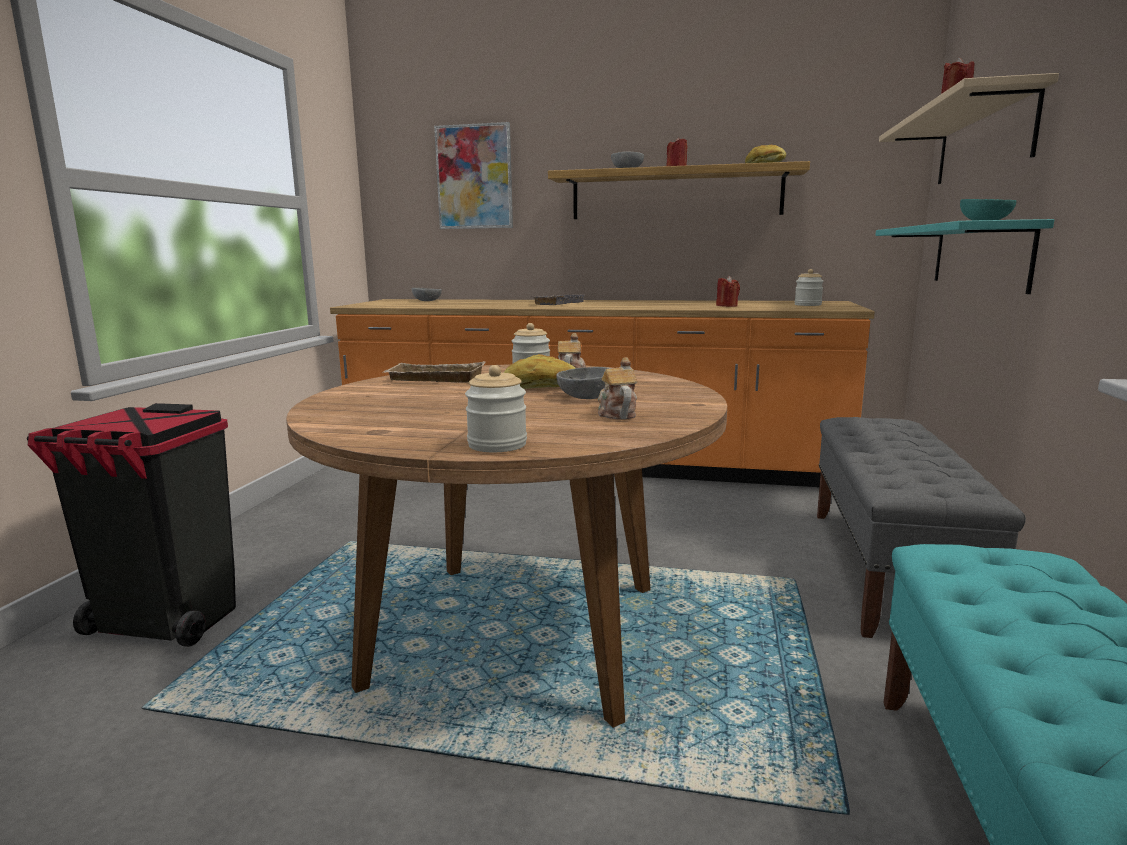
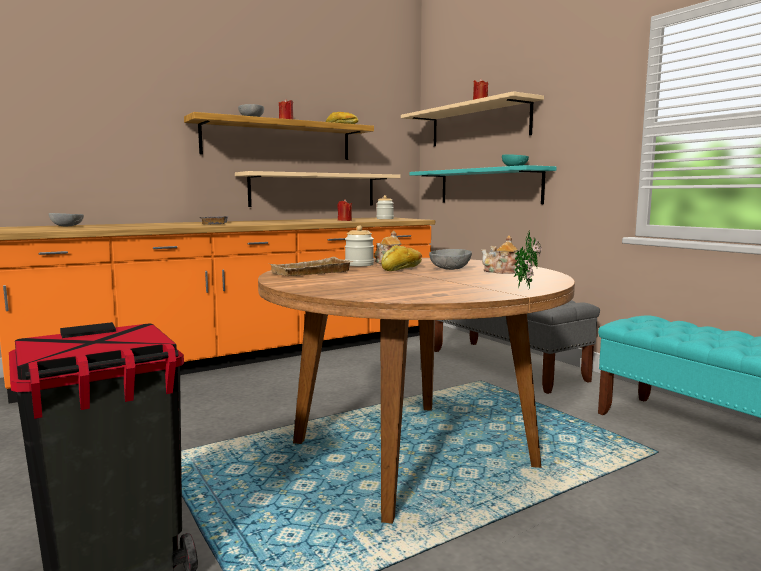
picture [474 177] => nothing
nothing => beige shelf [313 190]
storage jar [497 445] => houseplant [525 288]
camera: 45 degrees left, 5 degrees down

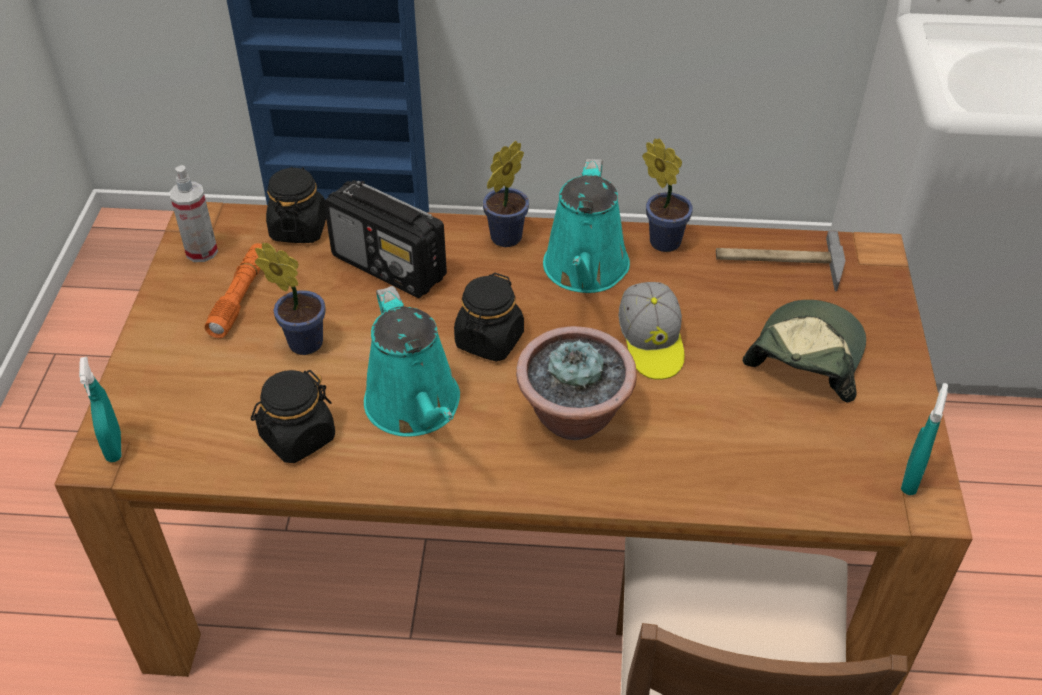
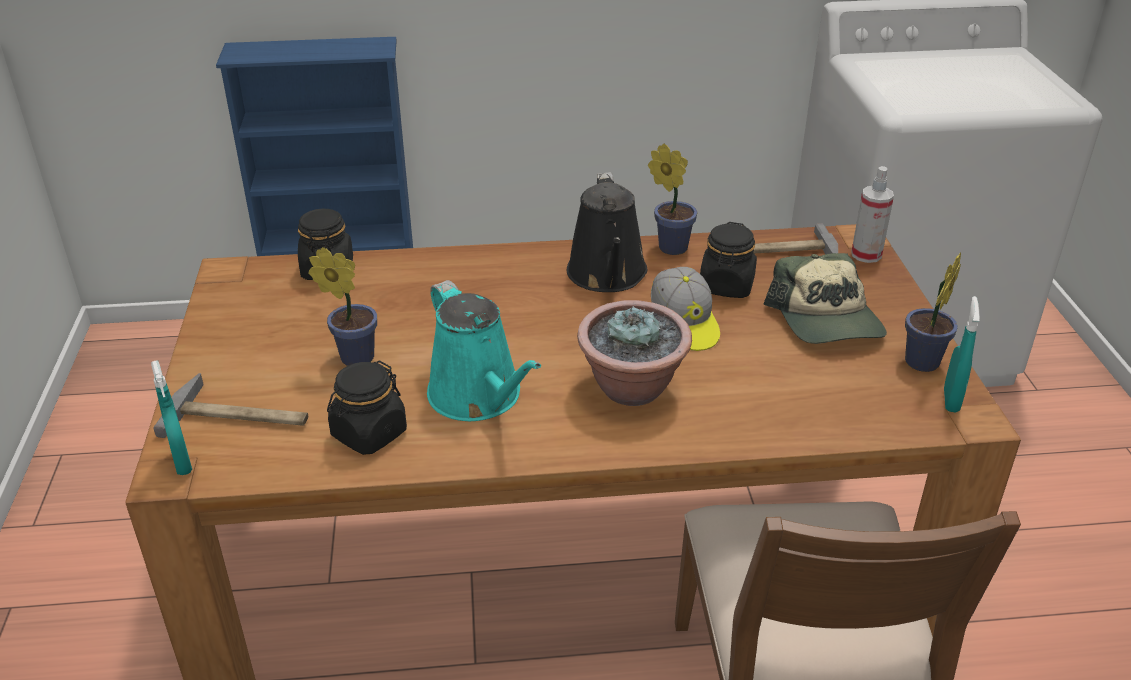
orange flashlight [240 297] => nothing
radio set [389 267] => nothing
nothing => tool hammer [239 415]
spray bottle [201 251] => spray bottle [866 255], moved
blackish storage jar [489 340] => blackish storage jar [726 286], moved
houseplant [503 239] => houseplant [920 364], moved
turquoise-coloured sprinkling can [585 271] => blackish sprinkling can [607 276]
peaked cap [806 357] => peaked cap [826 320], 150 degrees clockwise
camera: 10 degrees left, 10 degrees down

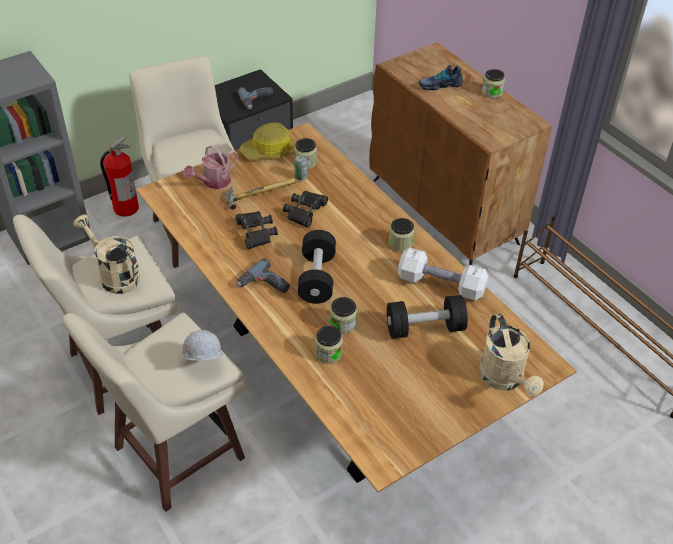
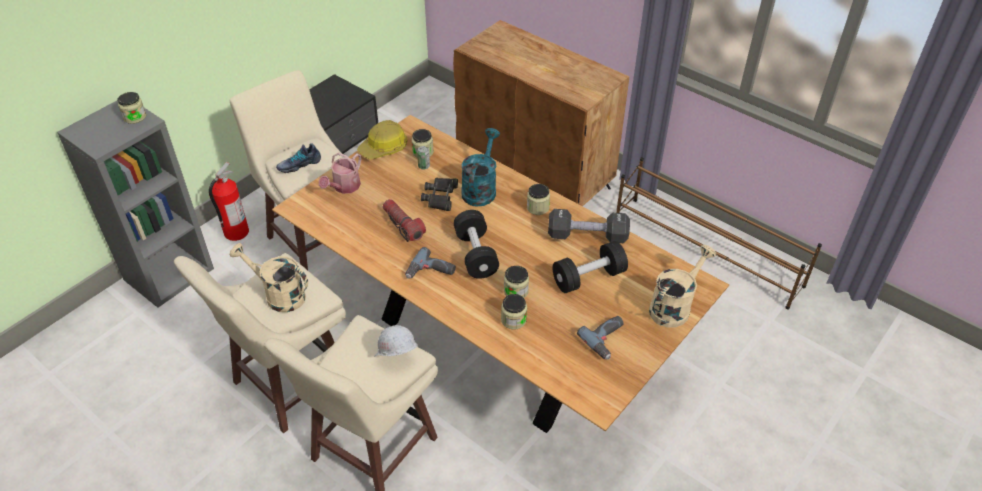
tool hammer [259 192] => nothing
nothing => turquoise-coloured sprinkling can [480 188]
drill [257 100] => drill [607 340], moved
low shoe [439 85] => low shoe [299 164], moved
storage jar [491 92] => storage jar [135 117], moved
blackish binoculars [256 232] => flashlight [403 225]
white free weight [441 285] => blackish free weight [587 236]
beige sprinkling can [505 380] => beige sprinkling can [674 306], 105 degrees counterclockwise
camera: 15 degrees left, 0 degrees up

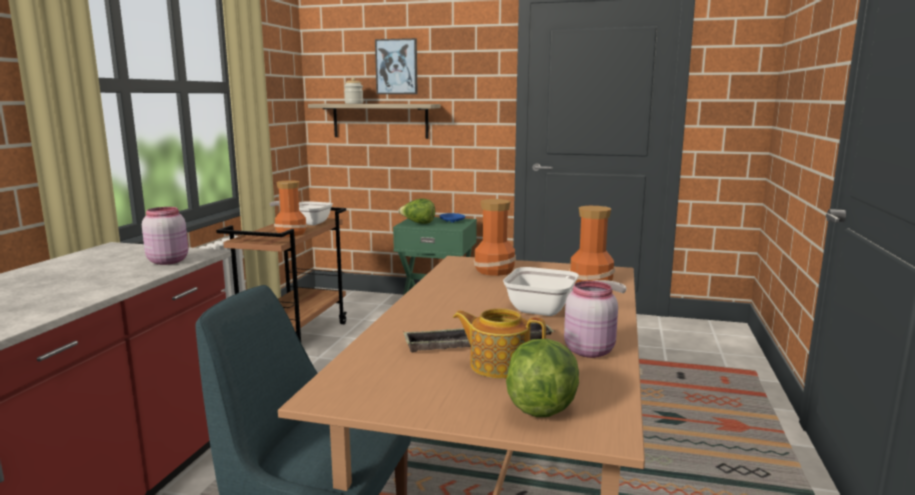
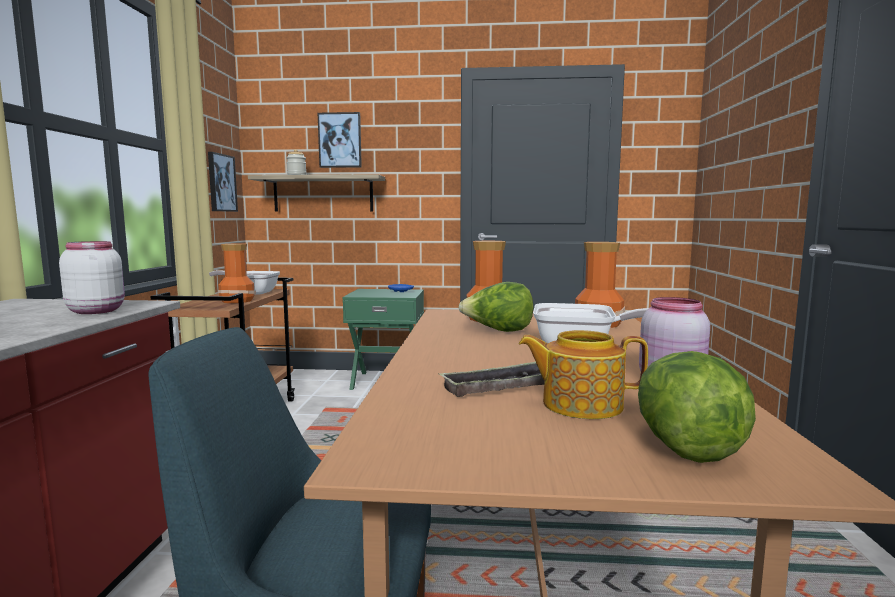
nothing => picture [221 183]
lettuce head [418 223] => lettuce head [498 331], moved
pink storage jar [168 261] => white storage jar [96 311]
camera: 10 degrees left, 5 degrees down

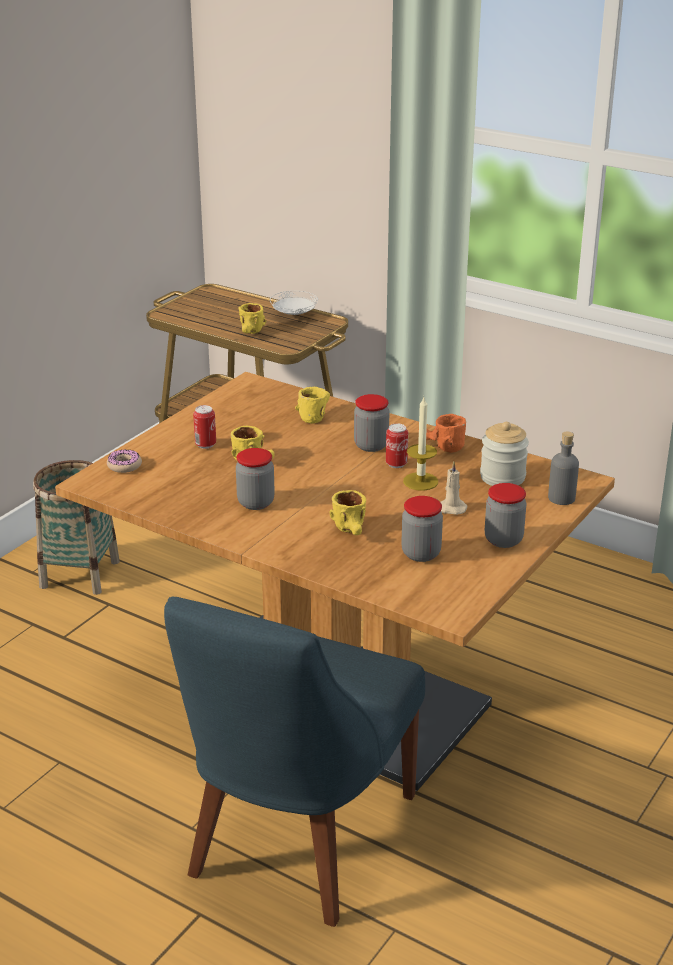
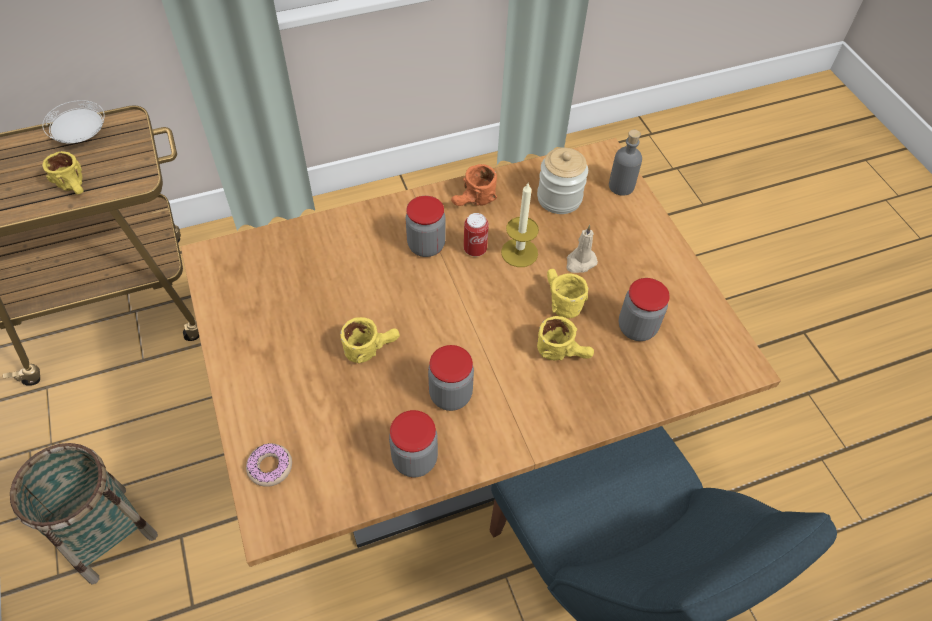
metal can [205 445] => nothing
yellowish coffee mug [315 415] => yellowish coffee mug [559 301], moved
storage jar [503 540] => storage jar [415 459], moved
camera: 55 degrees left, 25 degrees up

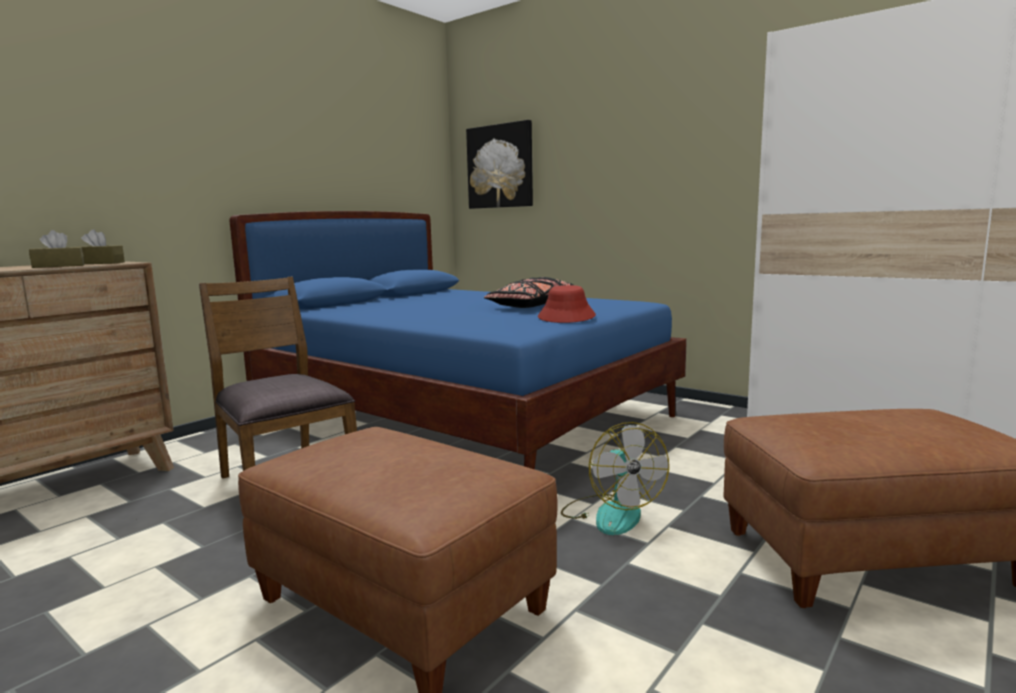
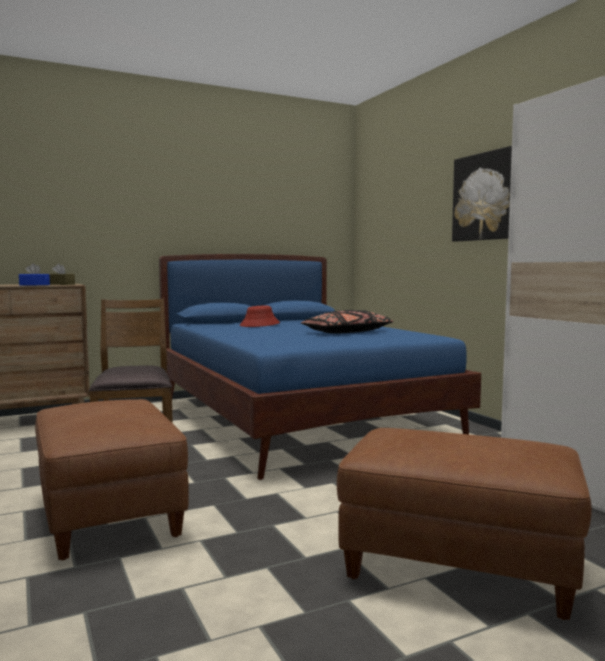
fan [611 513] => nothing
picture [500 166] => picture [486 196], moved
reddish hat [567 317] => reddish hat [260 325], moved
brown tissue box [59 266] => bluish tissue box [34 285]
camera: 25 degrees right, 5 degrees down

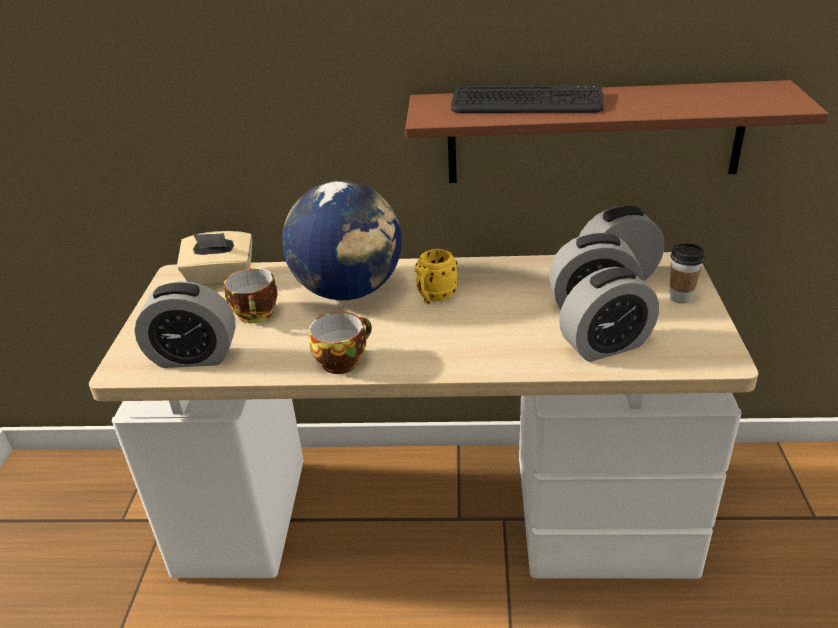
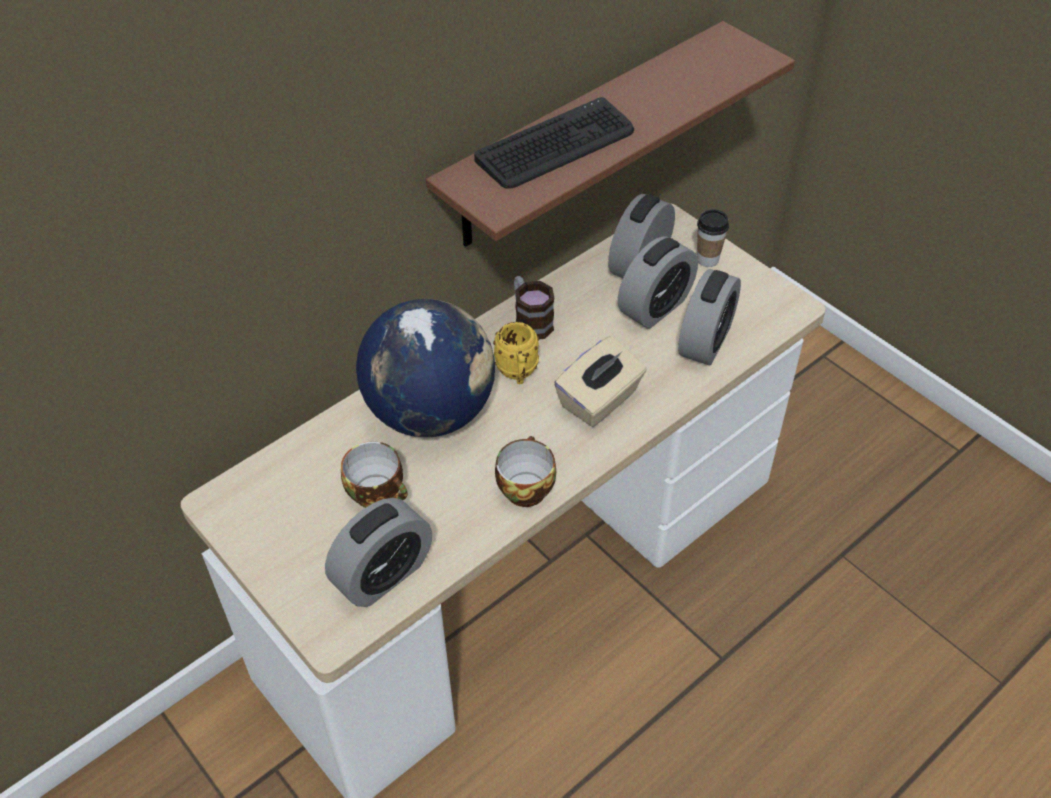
nothing => coffee mug [530 320]
beige tissue box [221 278] => beige tissue box [600 400], moved
camera: 45 degrees left, 15 degrees up

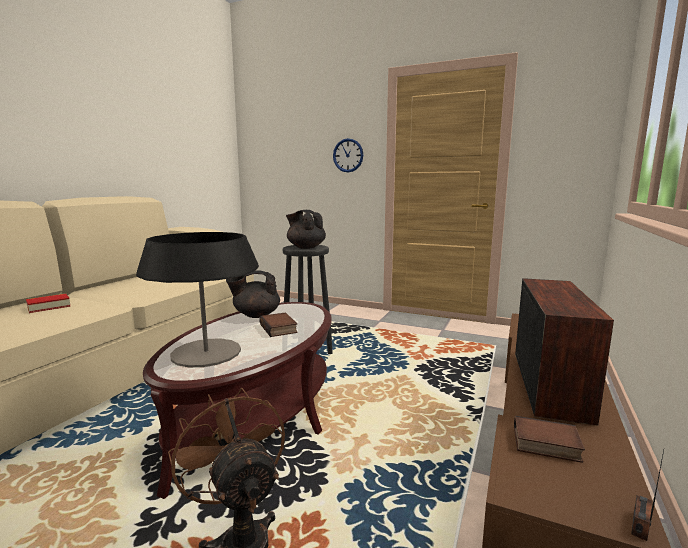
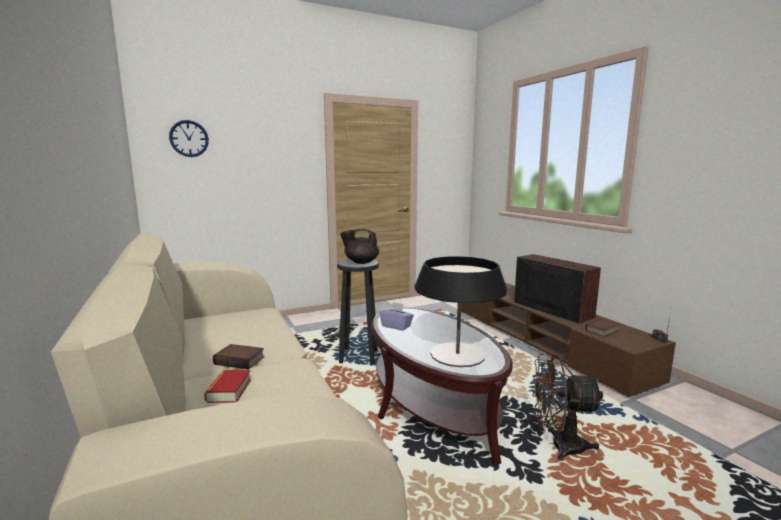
bound book [279 328] => bound book [240 360], moved
clock on the wall [348 155] => clock on the wall [189 138], moved
blackish tea pot [256 315] => purple tissue box [396 326]
camera: 50 degrees left, 0 degrees up

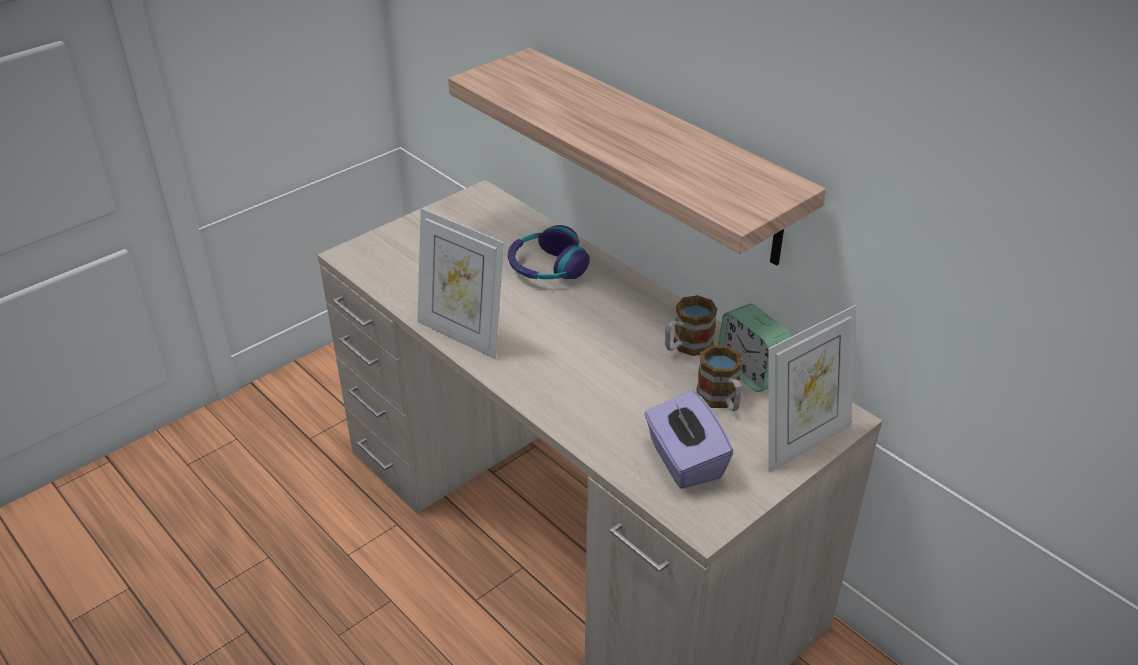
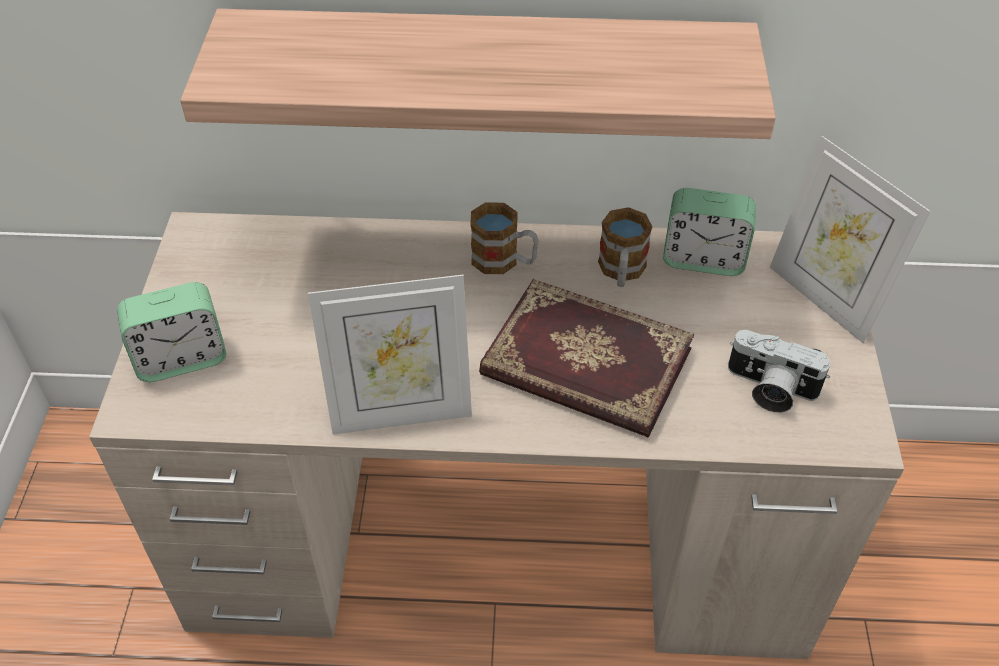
headset [546 267] => nothing
nothing => bedside clock [181 359]
nothing => bound book [585 365]
coffee mug [721 400] => coffee mug [504 261], moved
purple tissue box [684 460] => still camera [769 389]
standing frame [802 441] => standing frame [824 298], 135 degrees clockwise
camera: 45 degrees left, 10 degrees up

